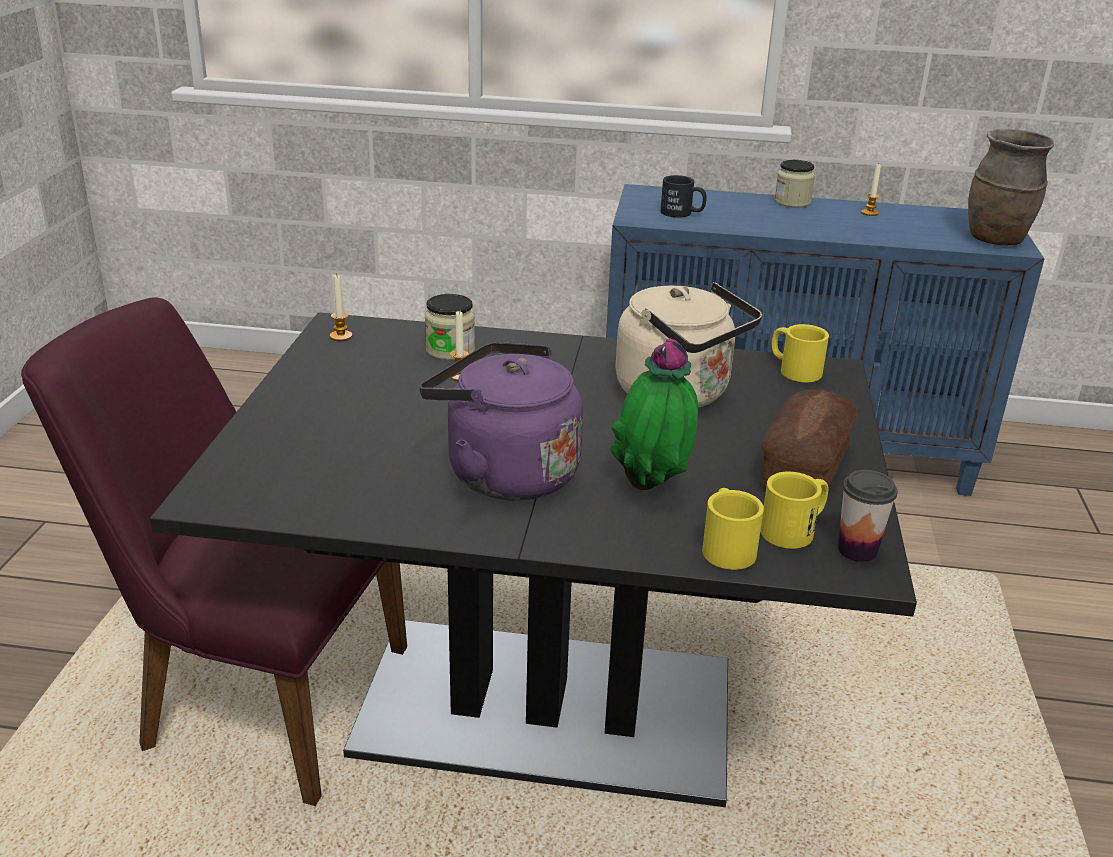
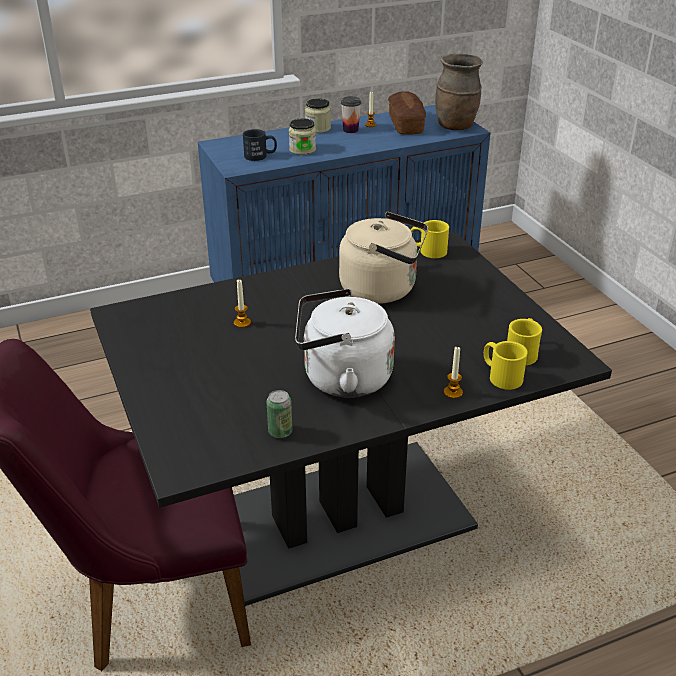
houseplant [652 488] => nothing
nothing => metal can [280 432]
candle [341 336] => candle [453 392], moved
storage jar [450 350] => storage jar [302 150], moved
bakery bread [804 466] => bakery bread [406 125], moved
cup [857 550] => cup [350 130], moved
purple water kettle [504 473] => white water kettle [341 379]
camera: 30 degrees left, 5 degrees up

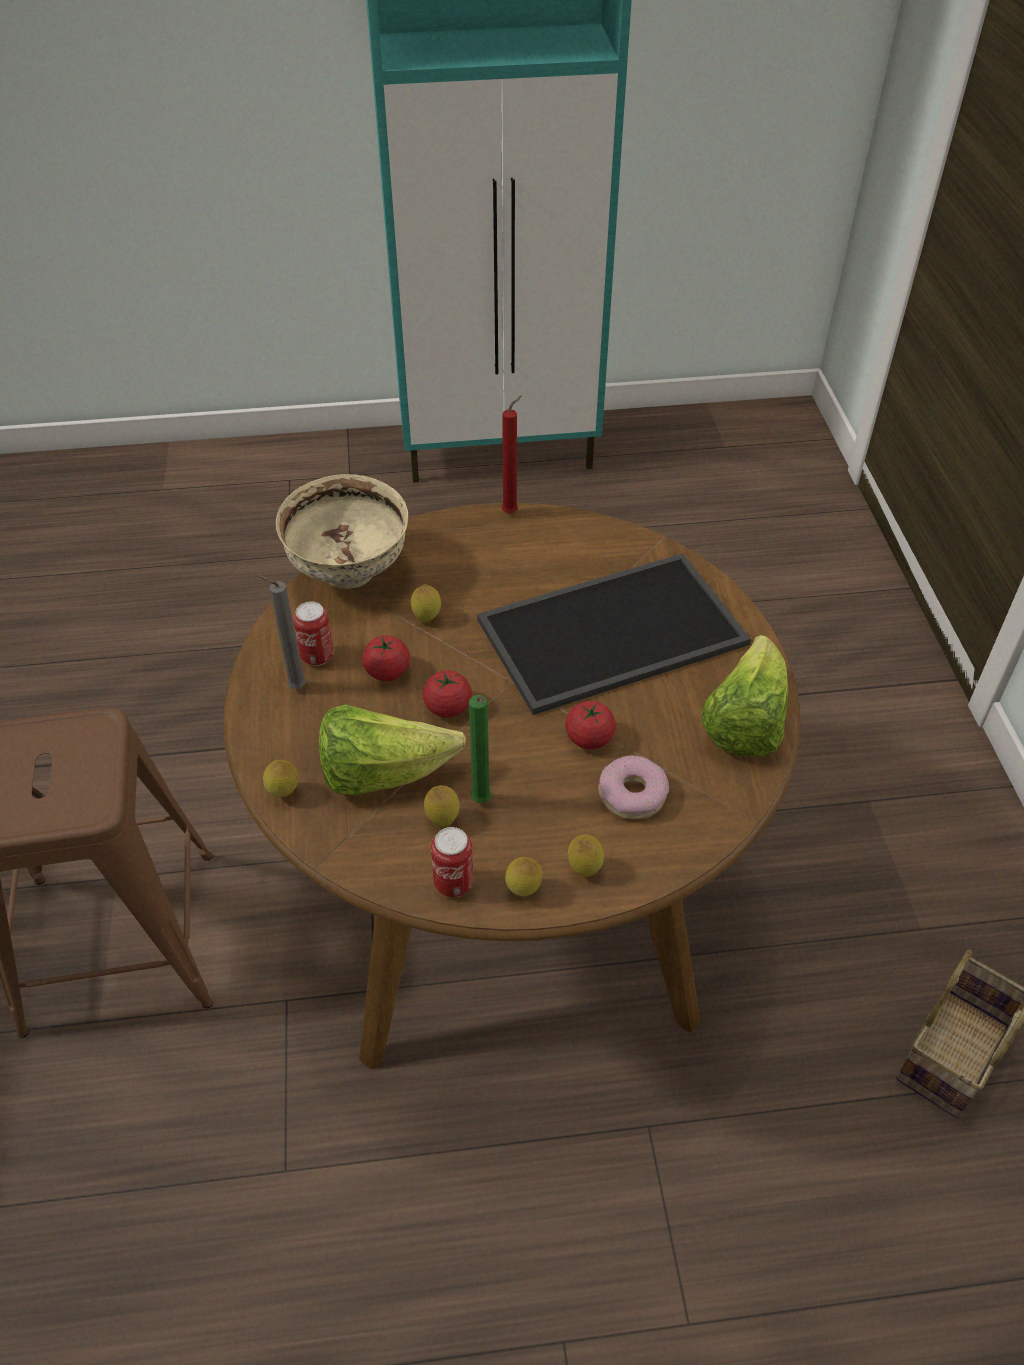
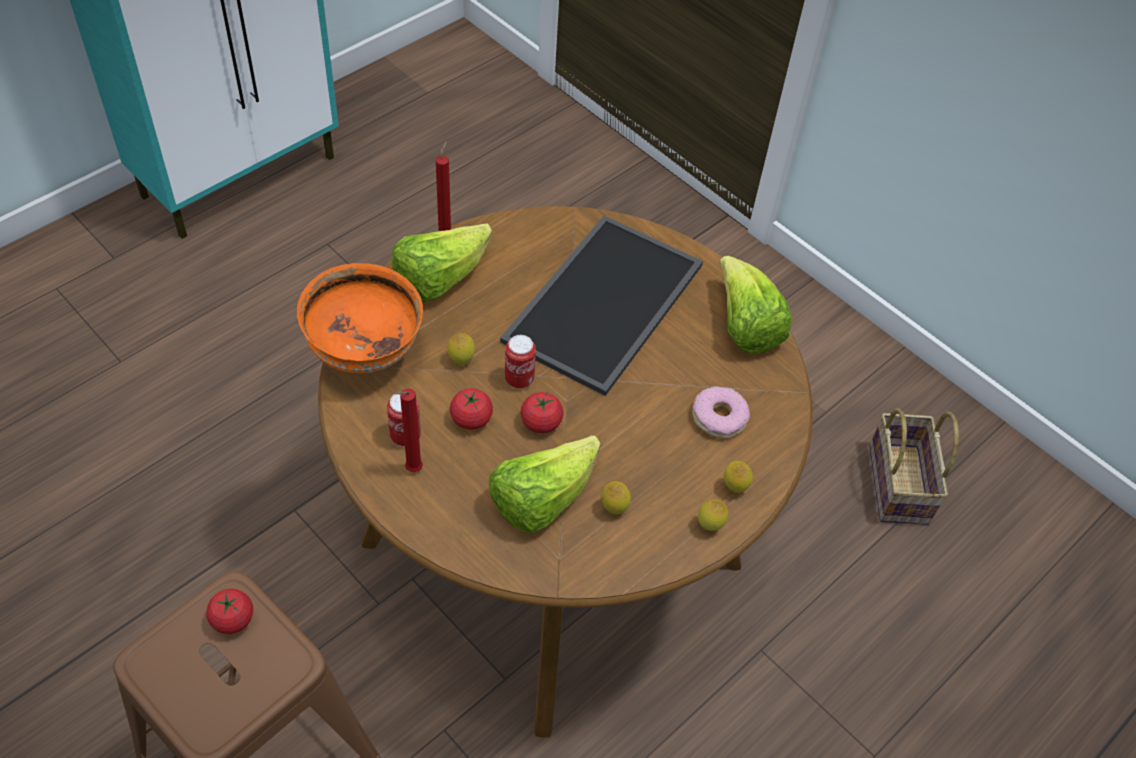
citrus fruit [284 793] => nothing
green-coloured candle [481 803] => nothing
nothing => lettuce head [439 279]
metal can [453 883] => metal can [519 379], moved
tomato [589 738] => tomato [233 619], moved
grey candle [294 687] => reddish candle [411 470]
beige serving bowl [351 573] => orange serving bowl [366 353]
camera: 40 degrees left, 5 degrees up

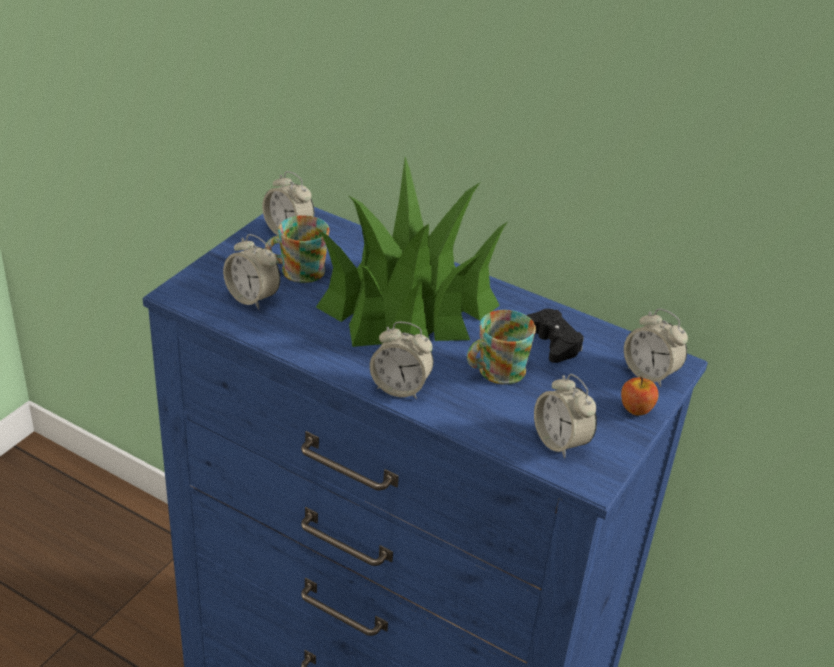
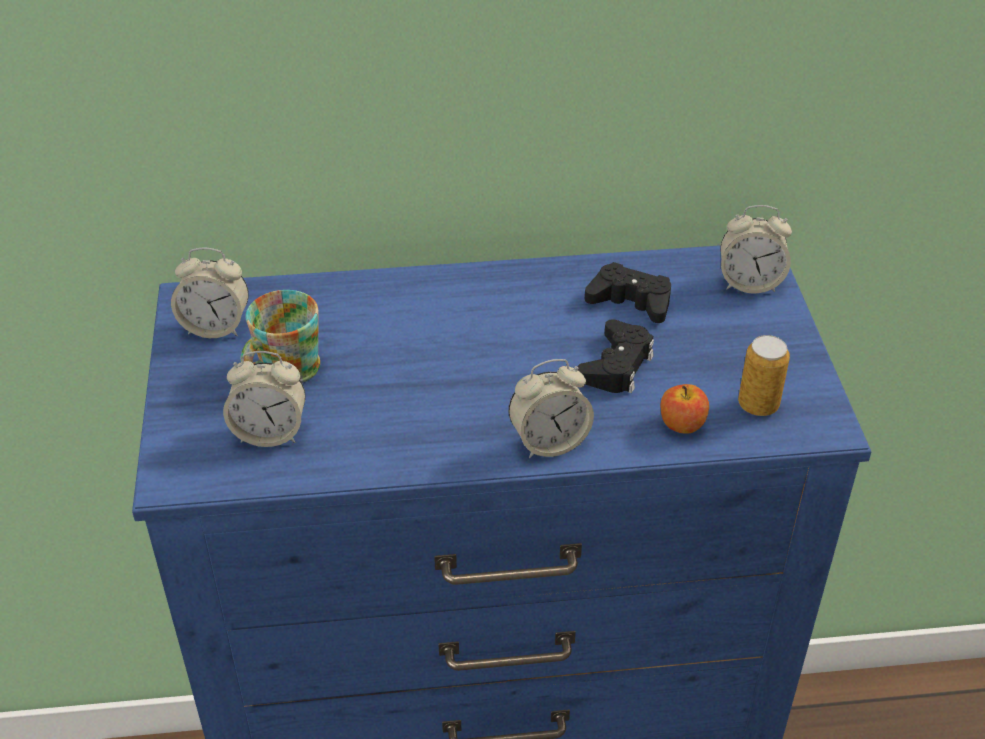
houseplant [407 308] => nothing
apple fruit [636 409] => apple fruit [681 424], moved
coffee mug [495 371] => blackish joypad [616 366]
bedside clock [560 442] => metal can [758 405]
camera: 35 degrees left, 5 degrees up

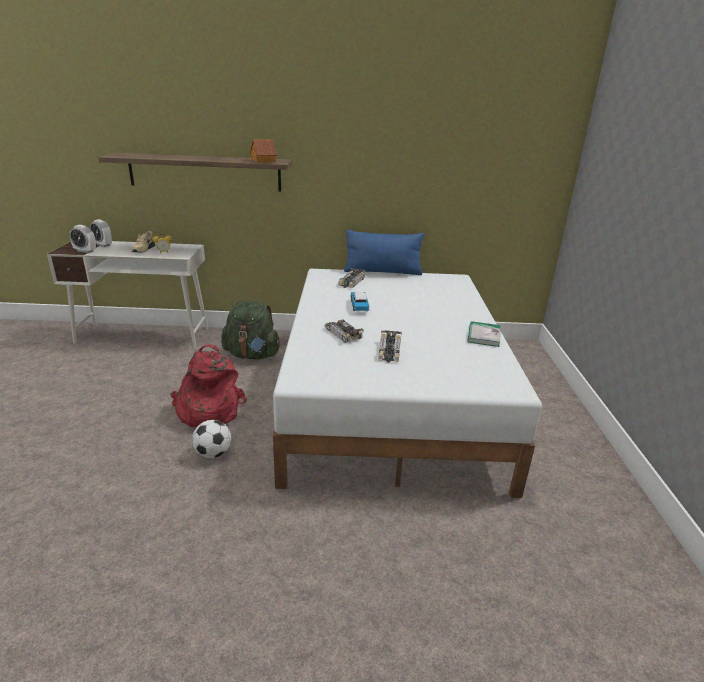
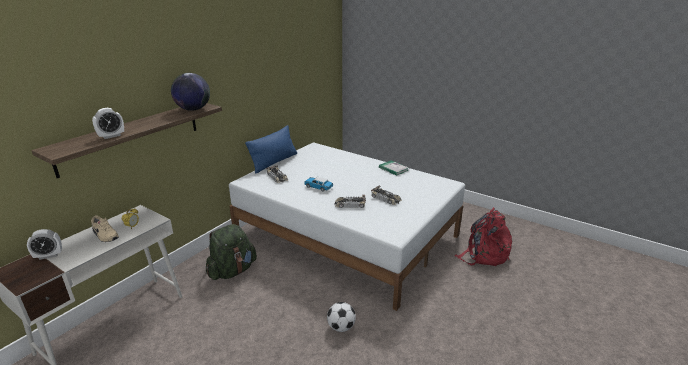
bedside clock [85 251] => bedside clock [111 136], moved
reddish rucksack [207 410] => reddish rucksack [484 254], moved
model house [263 161] => globe [193 109]
camera: 55 degrees left, 0 degrees up

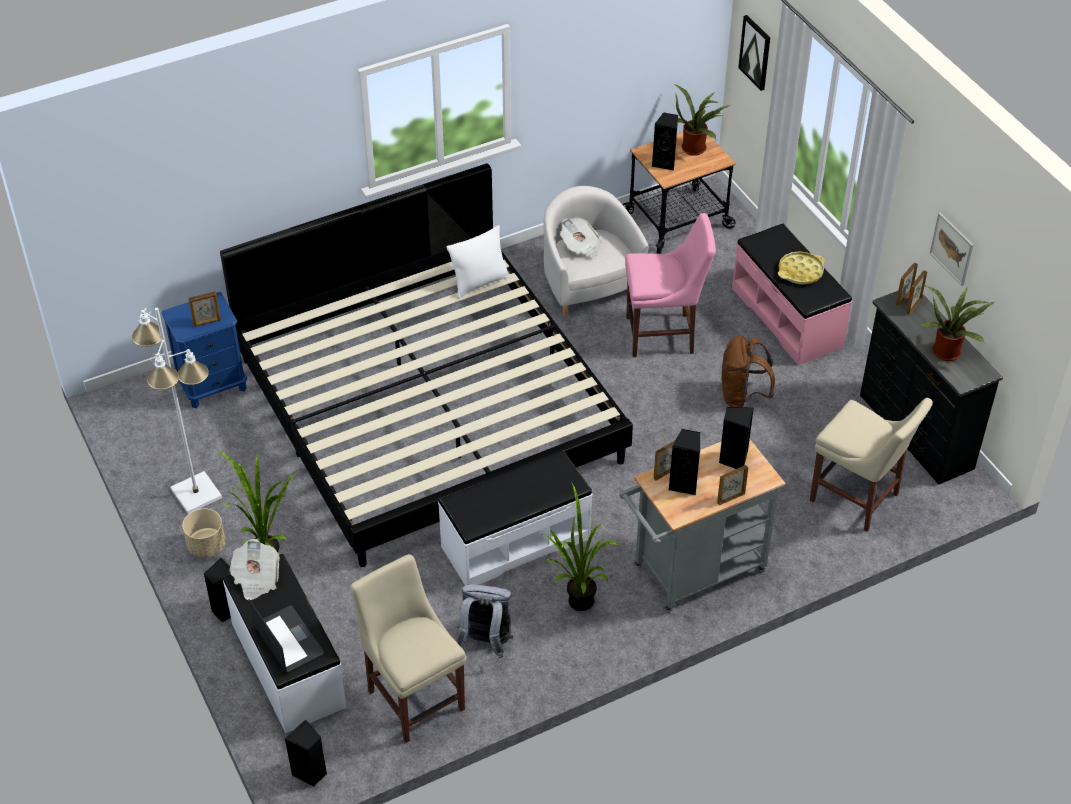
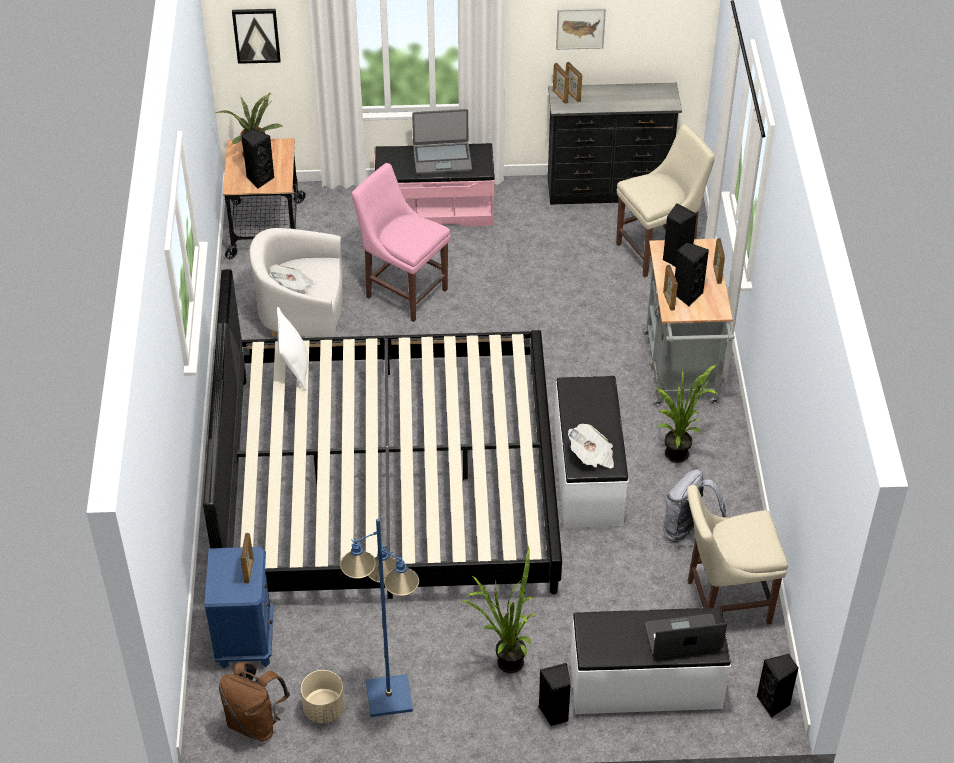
houseplant [948 350] => nothing
beige planter [206 546] => beige planter [323 709], moved
newspaper [256 579] => newspaper [591 456], moved
brown rucksack [742 396] => brown rucksack [255 722], moved
yellowish tray [800 271] => portable computer [442 158]
white standard lamp [196 493] => bluish standard lamp [388 696]
pink plain chair [664 335] => pink plain chair [403 291], 75 degrees counterclockwise
camera: 65 degrees left, 0 degrees up

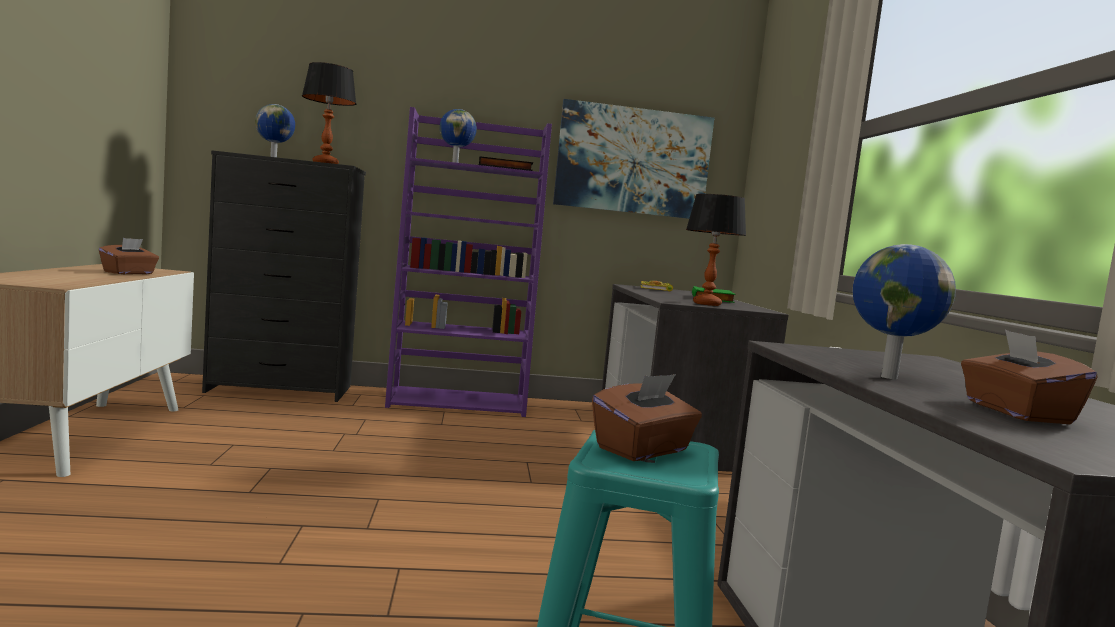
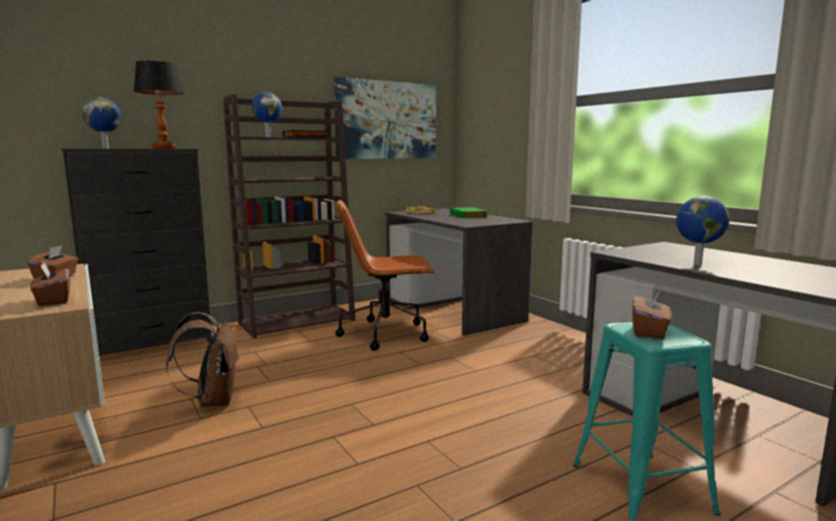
lamp for a table [707 304] => nothing
nothing => brown rucksack [212 401]
nothing => brown desk chair [386 334]
brown tissue box [1015 412] => brown tissue box [53 300], moved
purple bookcase [459 402] => brown bookcase [298 321]
camera: 25 degrees left, 5 degrees up

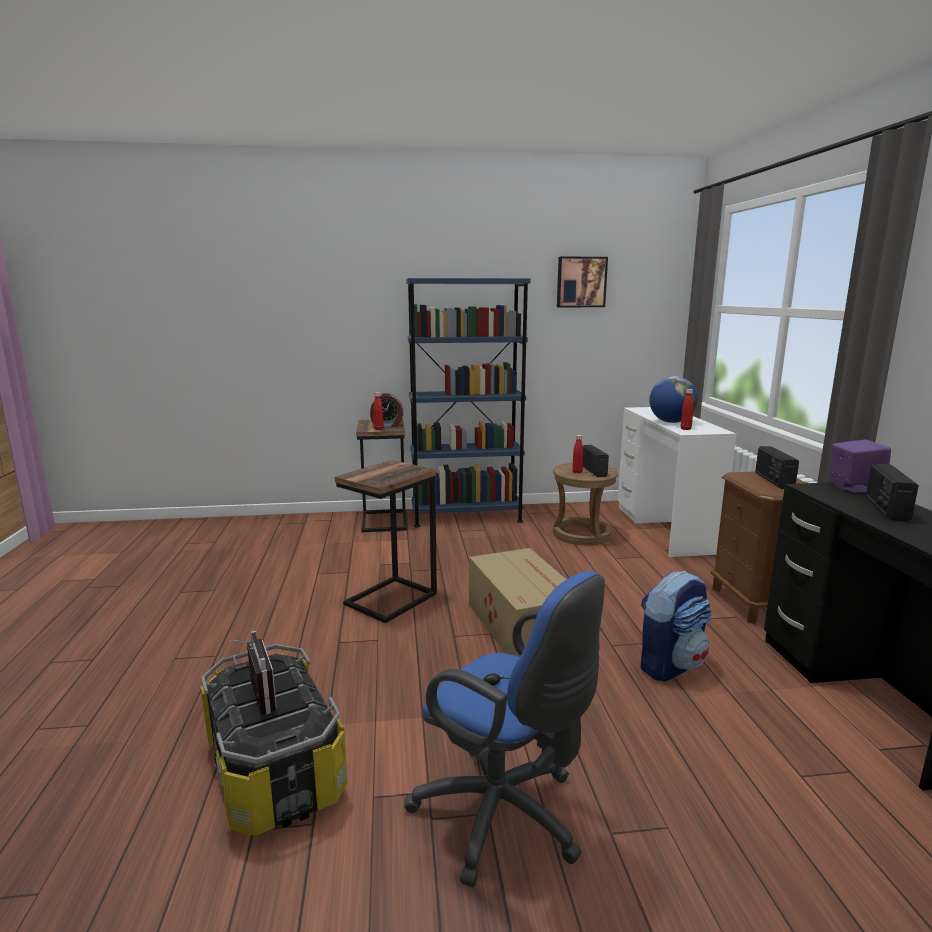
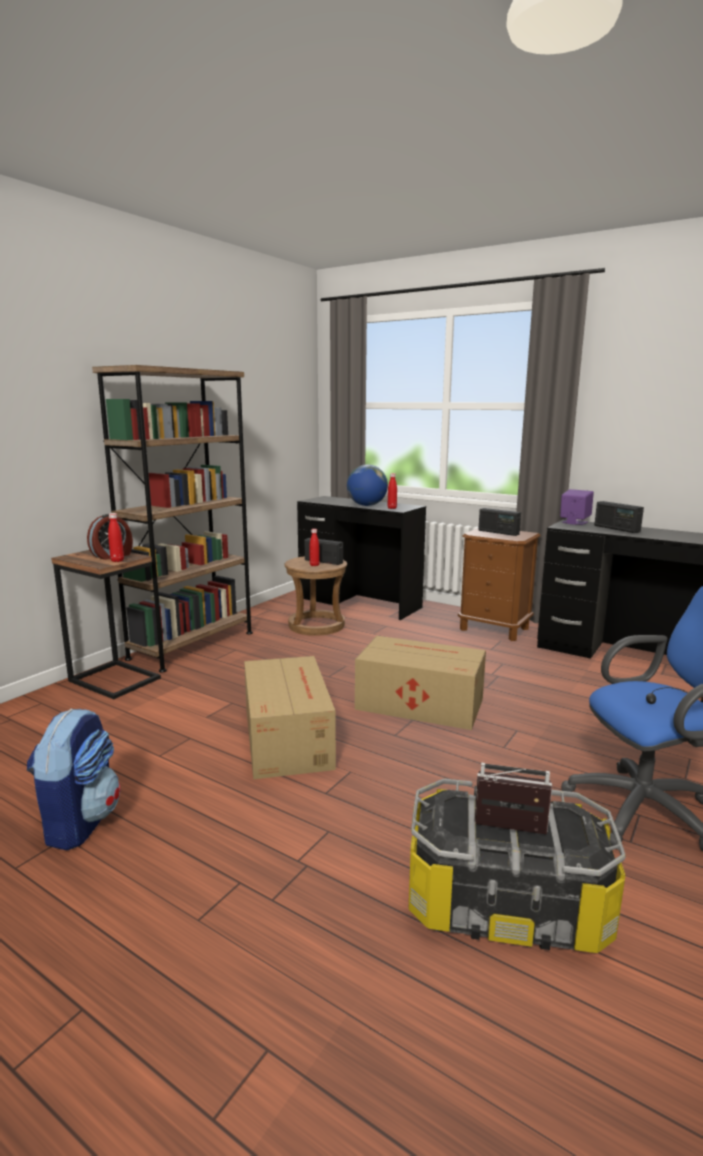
picture [581 282] => nothing
rucksack [670 664] => rucksack [80 822], moved
accent table [392 599] => packing box [288 737]
bluish bookcase [466 516] => brown bookcase [192 645]
white desk [665 529] => blackish desk [360 603]
camera: 50 degrees left, 0 degrees up

